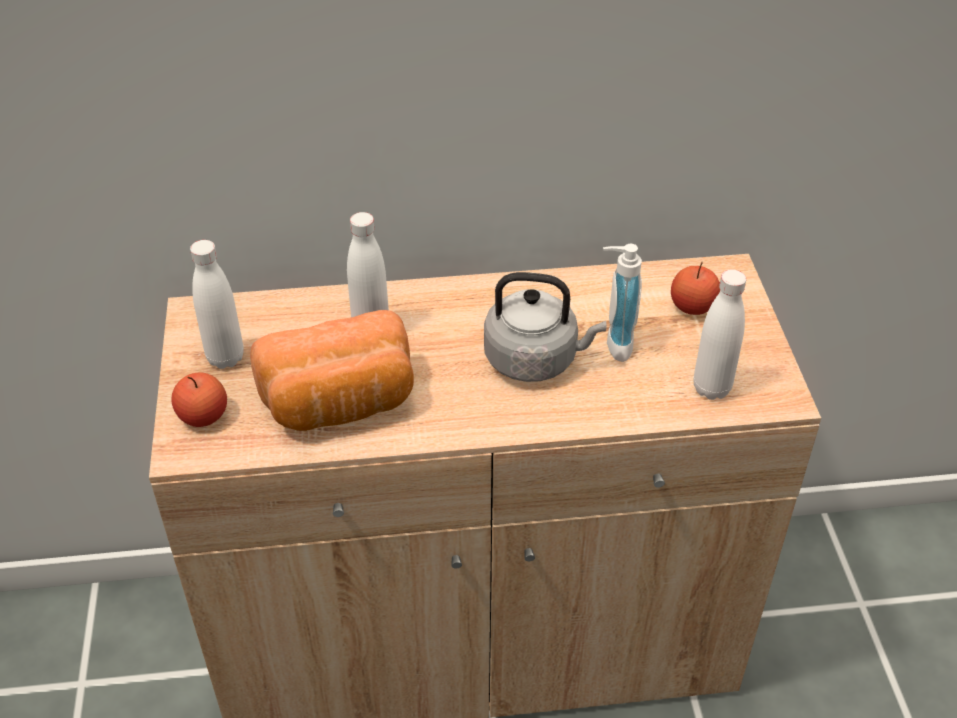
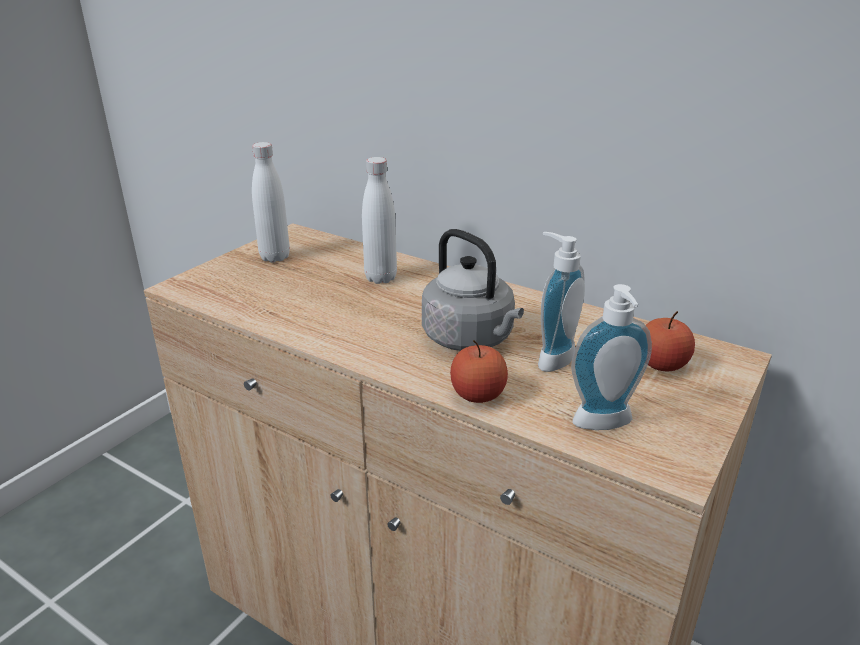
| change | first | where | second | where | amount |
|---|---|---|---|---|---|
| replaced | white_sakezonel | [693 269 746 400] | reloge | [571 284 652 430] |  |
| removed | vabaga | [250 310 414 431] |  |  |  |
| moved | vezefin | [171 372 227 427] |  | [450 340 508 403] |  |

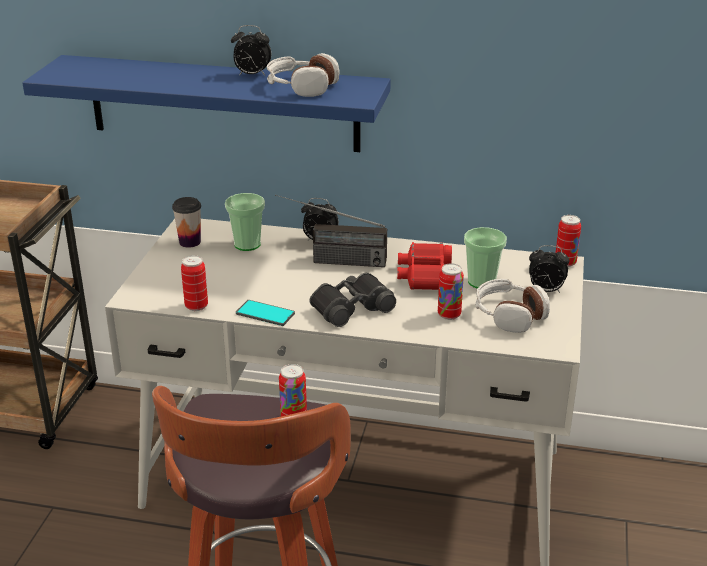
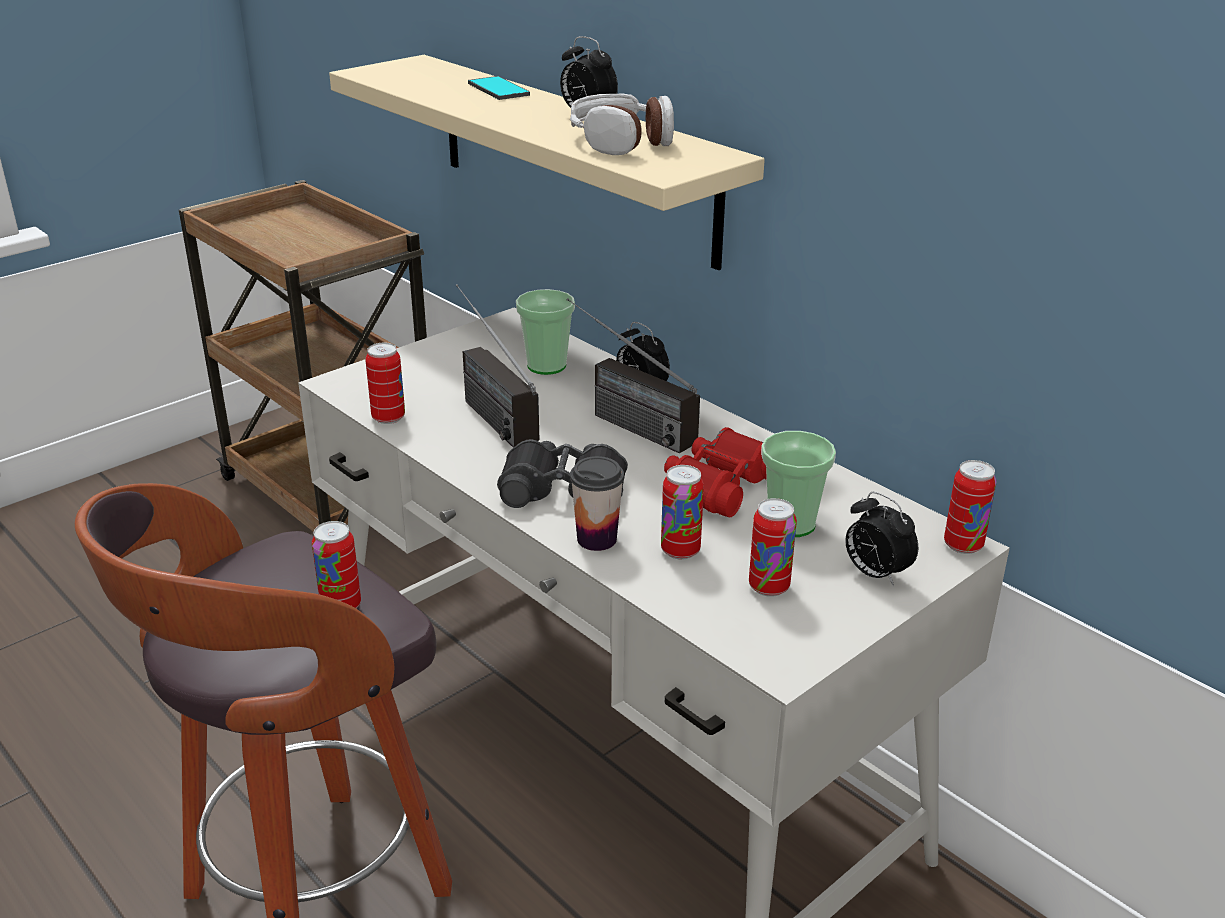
| change | first | where | second | where | amount |
|---|---|---|---|---|---|
| recoloured | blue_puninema | [22 55 391 152] | beige_puninema | [329 55 765 270] |  |
| moved | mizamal | [172 197 201 248] |  | [570 456 624 551] |  |
| replaced | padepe | [475 279 550 333] | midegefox | [749 498 797 597] |  |
| moved | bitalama | [236 300 295 326] |  | [468 76 530 100] |  |
| added |  |  | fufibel | [456 284 540 448] |  |

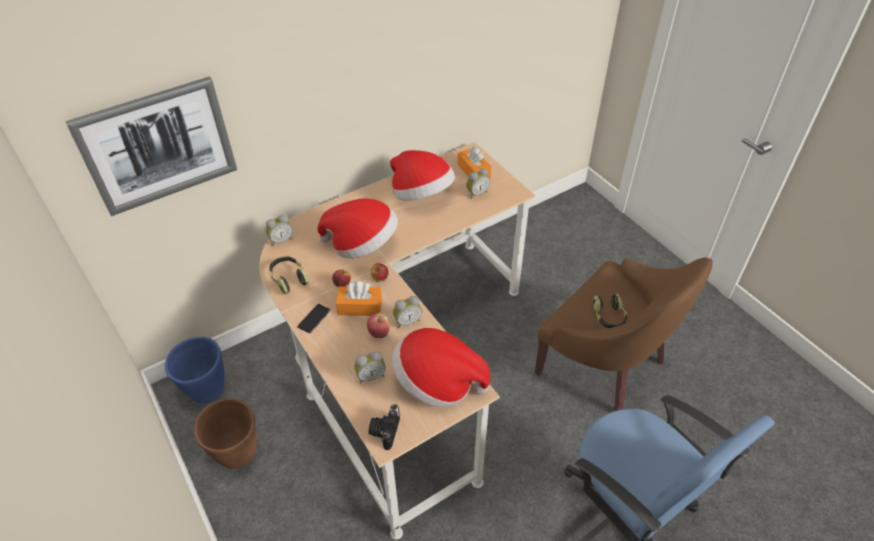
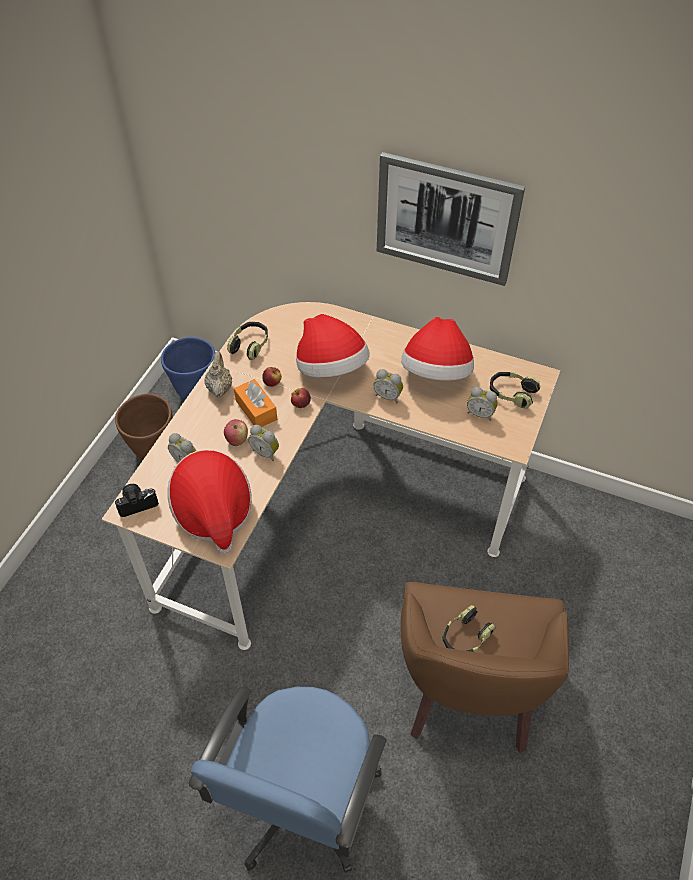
| change | first | where | second | where | amount |
|---|---|---|---|---|---|
| moved | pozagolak | [65 76 237 216] |  | [377 152 525 286] |  |
| replaced | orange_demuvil | [458 146 491 179] | padepe | [490 372 541 408] |  |
| moved | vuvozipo | [266 215 293 246] |  | [373 369 403 403] |  |
| replaced | bitalama | [298 304 330 333] | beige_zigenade | [204 352 232 398] |  |

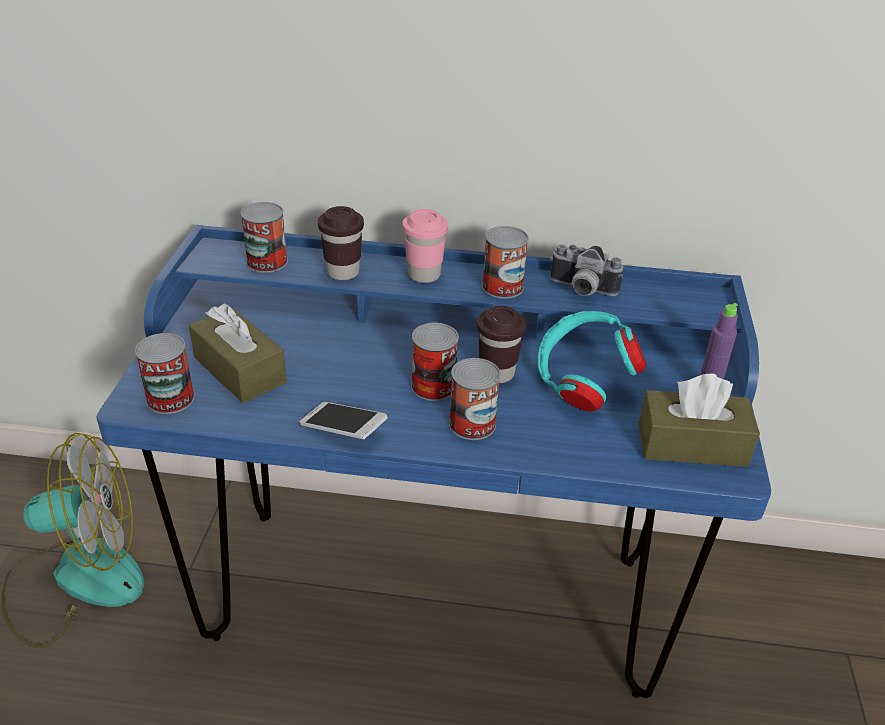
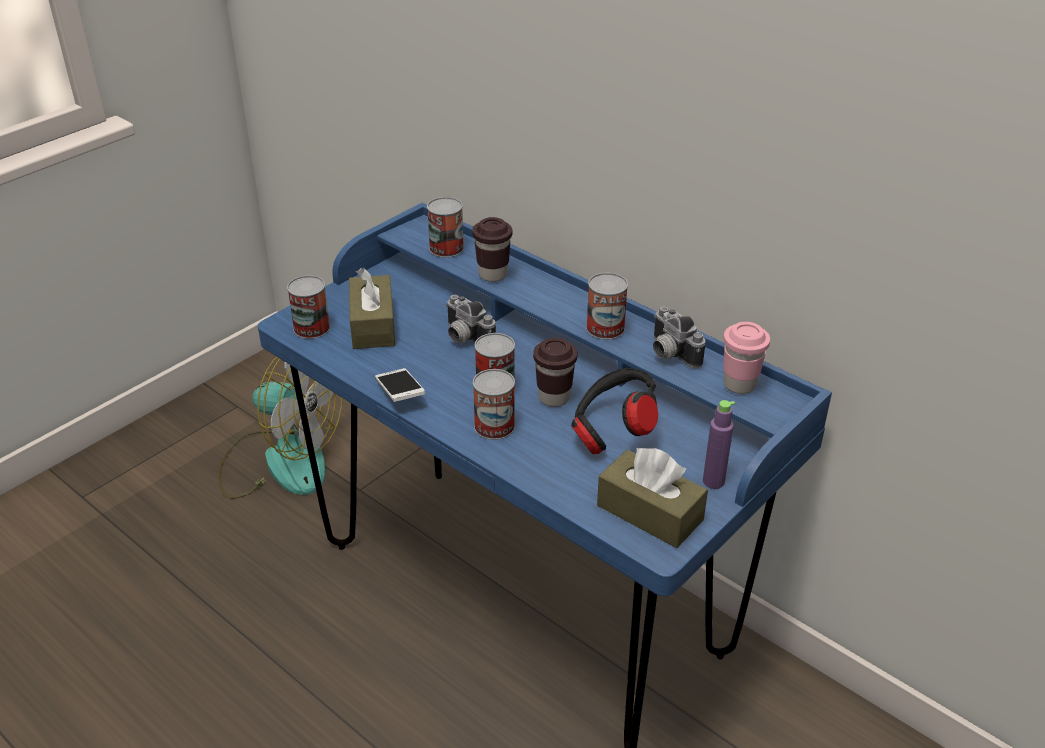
| change | first | where | second | where | amount |
|---|---|---|---|---|---|
| moved | pink_mizamal | [402 209 448 283] |  | [723 322 770 394] |  |
| recoloured | turquoise_padepe | [537 311 646 412] | black_padepe | [571 368 658 454] |  |
| added |  |  | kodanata | [446 295 496 343] |  |

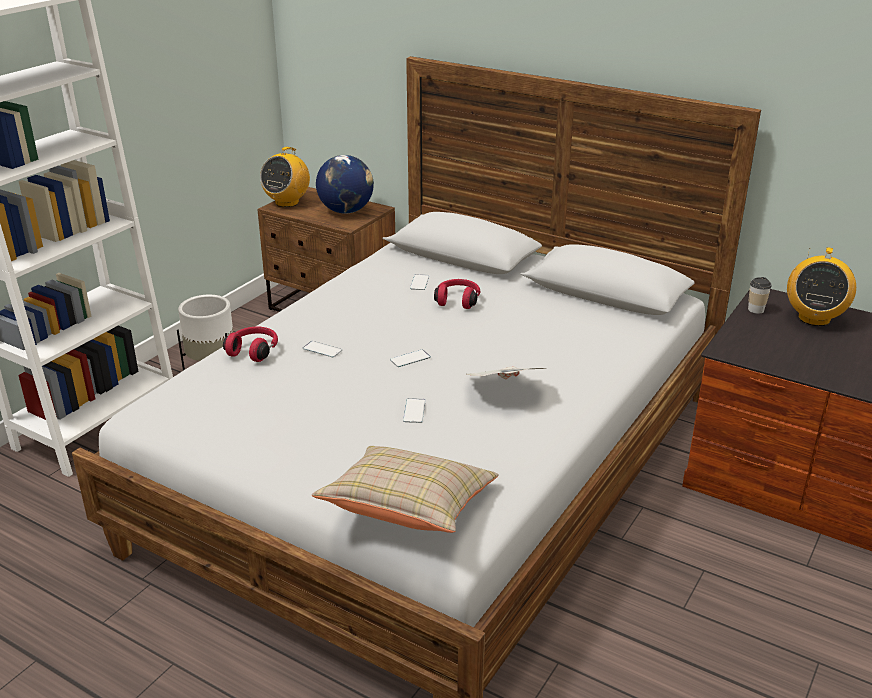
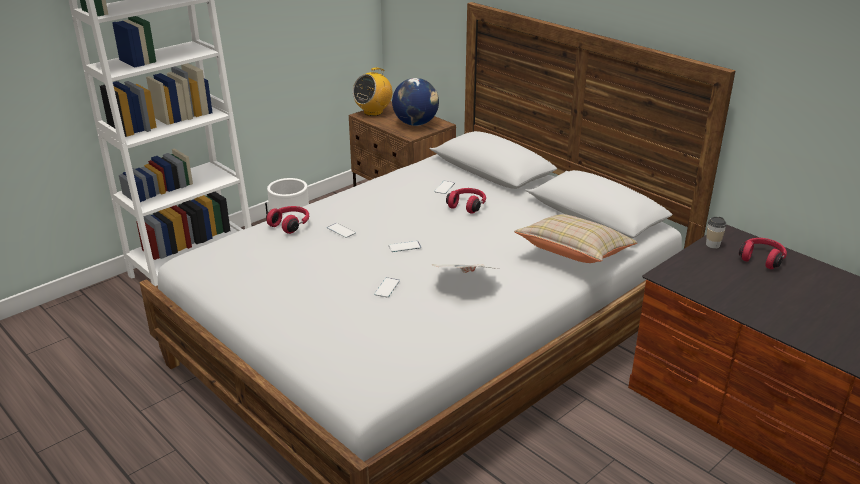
| change | first | where | second | where | amount |
|---|---|---|---|---|---|
| replaced | fufibel | [787 247 856 326] | red_padepe | [739 238 787 269] |  |
| moved | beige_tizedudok | [312 446 499 533] |  | [514 214 638 263] |  |

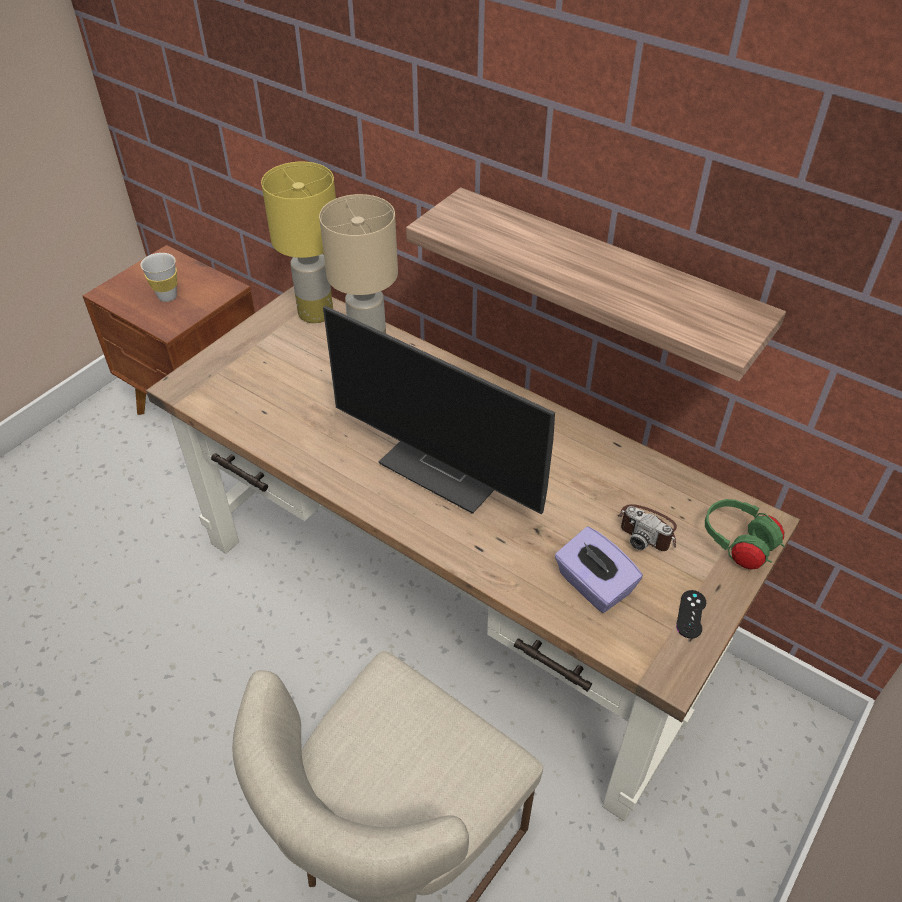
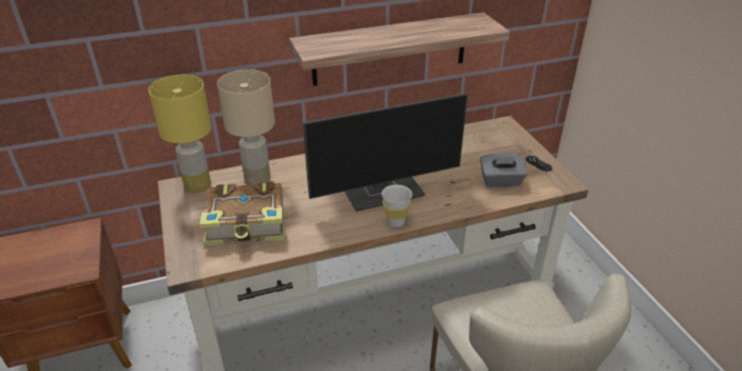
| change | first | where | second | where | amount |
|---|---|---|---|---|---|
| moved | white_mizamal | [140 253 177 302] |  | [382 185 412 227] |  |
| removed | green_padepe | [705 499 785 570] |  |  |  |
| removed | kodanata | [618 504 677 551] |  |  |  |
| recoloured | purple_demuvil | [555 527 643 613] | grey_demuvil | [480 153 527 187] |  |
| added |  |  | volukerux | [200 181 285 246] |  |

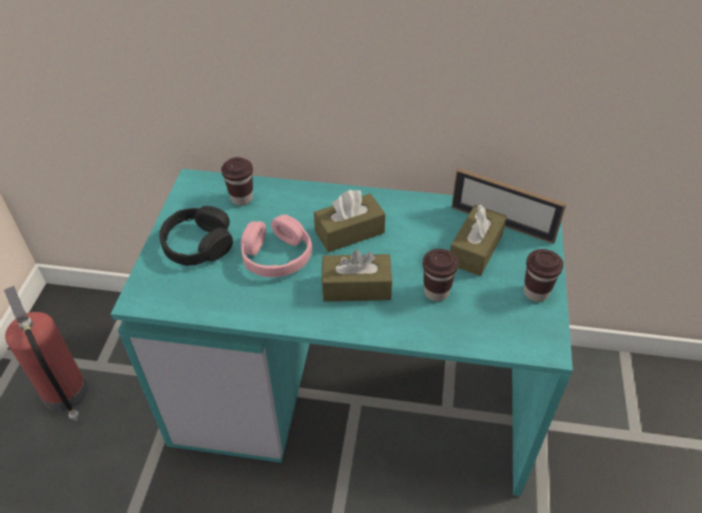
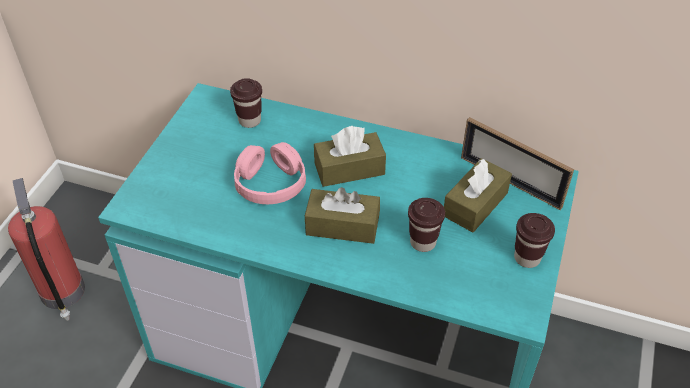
| change | first | where | second | where | amount |
|---|---|---|---|---|---|
| removed | black_padepe | [159 206 233 266] |  |  |  |

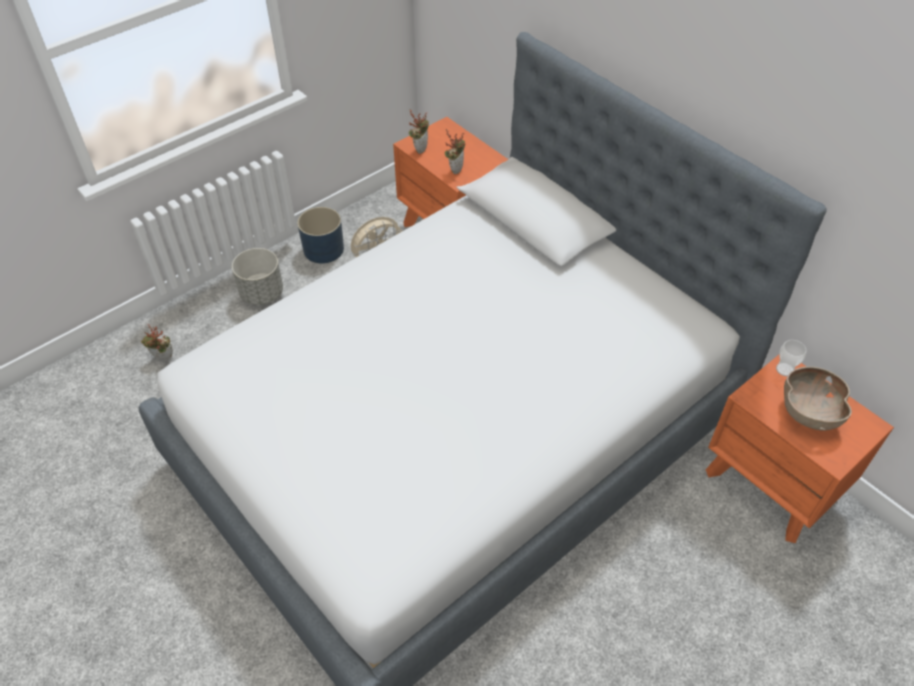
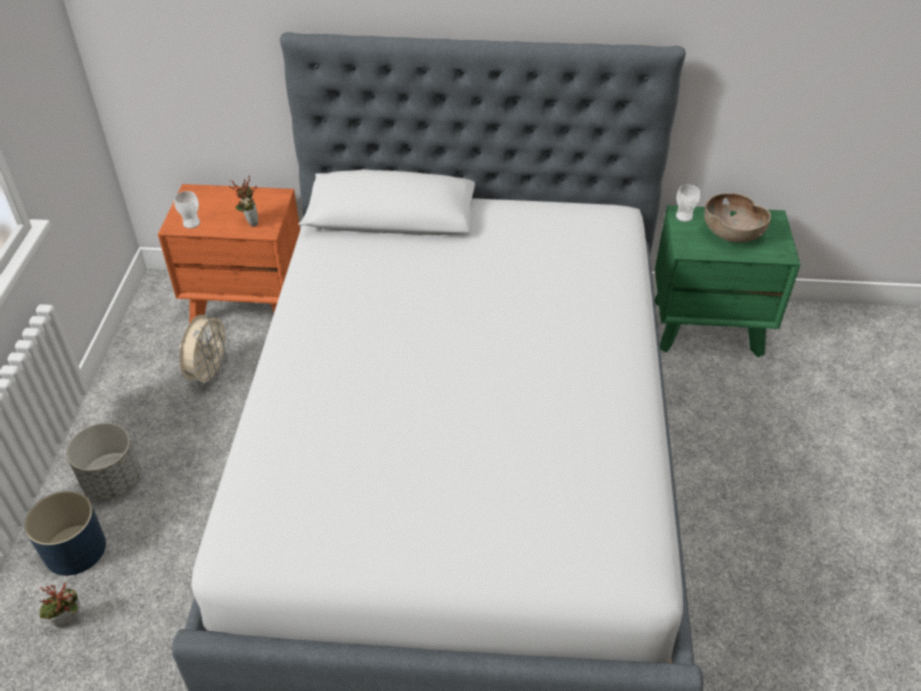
| change | first | where | second | where | amount |
|---|---|---|---|---|---|
| replaced | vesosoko | [409 110 429 154] | mizamal | [174 191 200 229] |  |
| moved | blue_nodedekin | [297 207 344 263] |  | [24 491 106 576] |  |
| recoloured | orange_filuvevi | [706 355 894 543] | green_filuvevi | [655 205 801 357] |  |

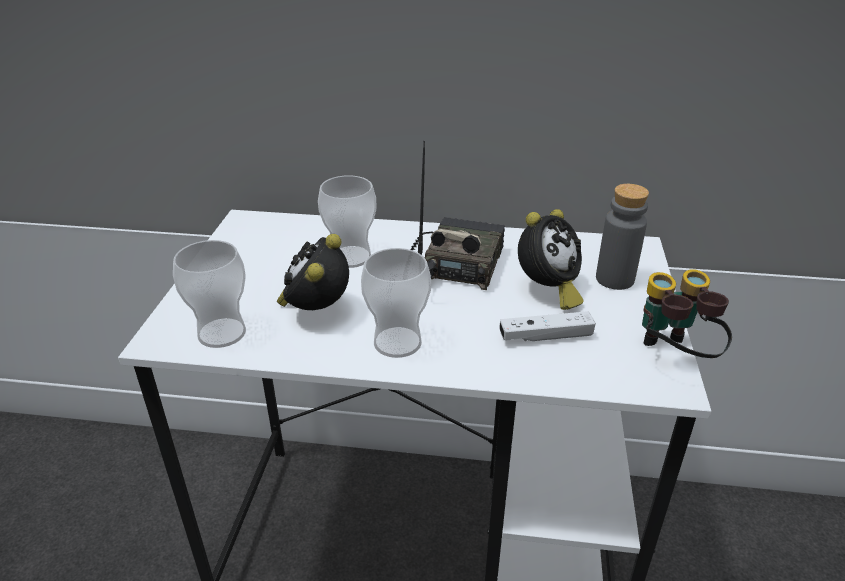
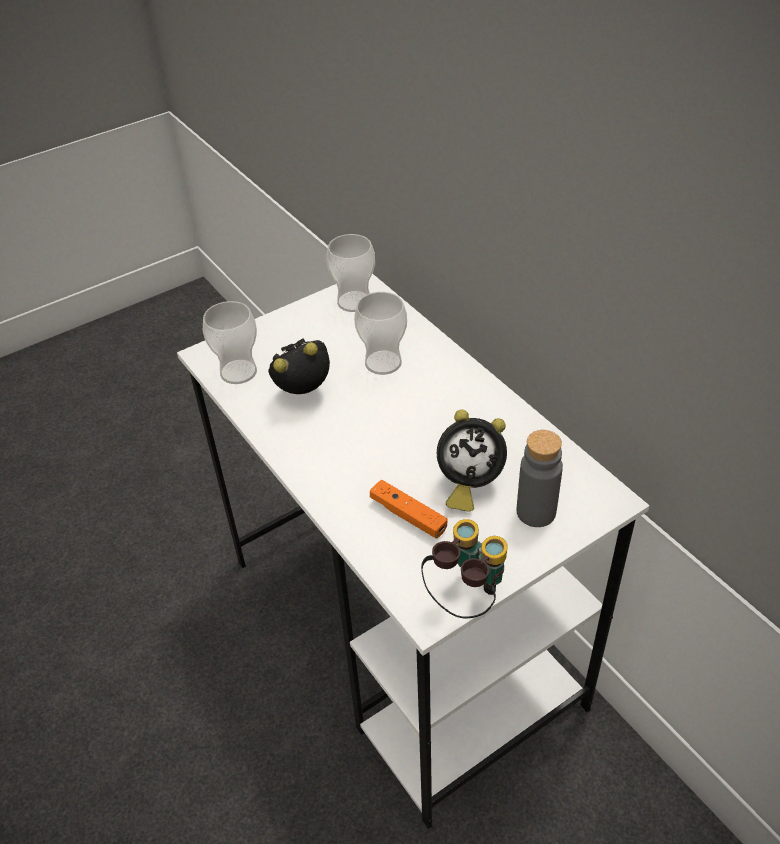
| change | first | where | second | where | amount |
|---|---|---|---|---|---|
| removed | fufibel | [410 141 505 290] |  |  |  |
| moved | mizamal | [361 248 431 358] |  | [326 234 375 312] |  |
| recoloured | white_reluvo | [499 311 596 341] | orange_reluvo | [370 480 447 539] |  |

